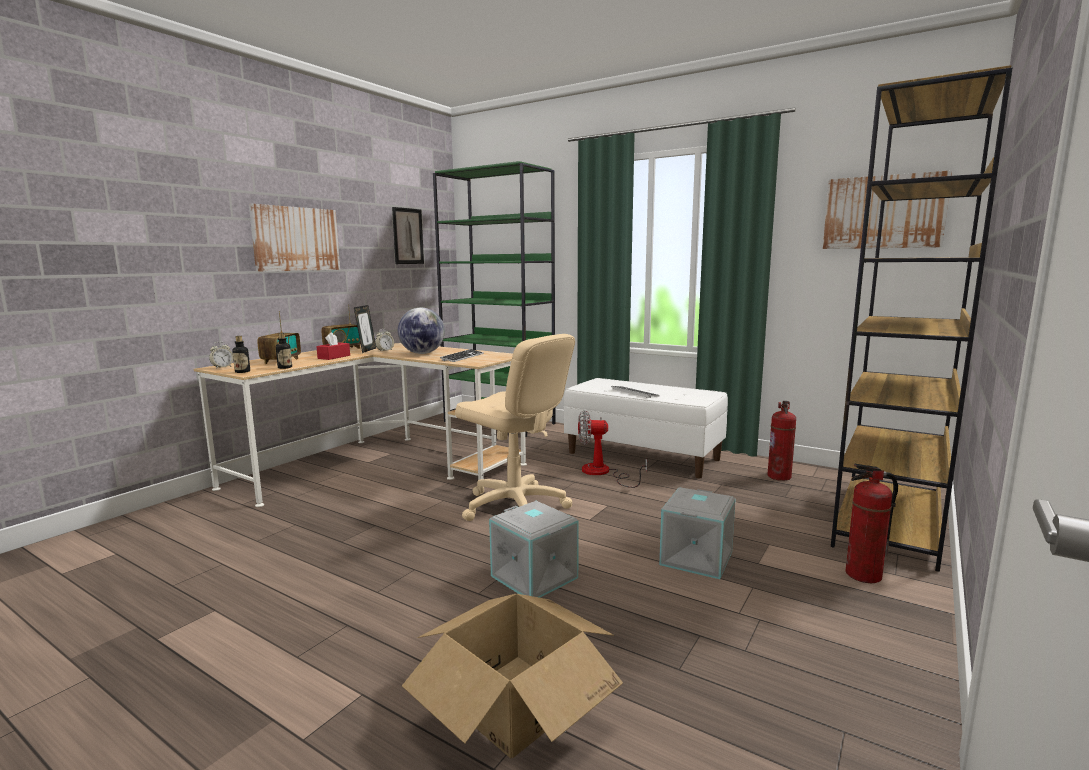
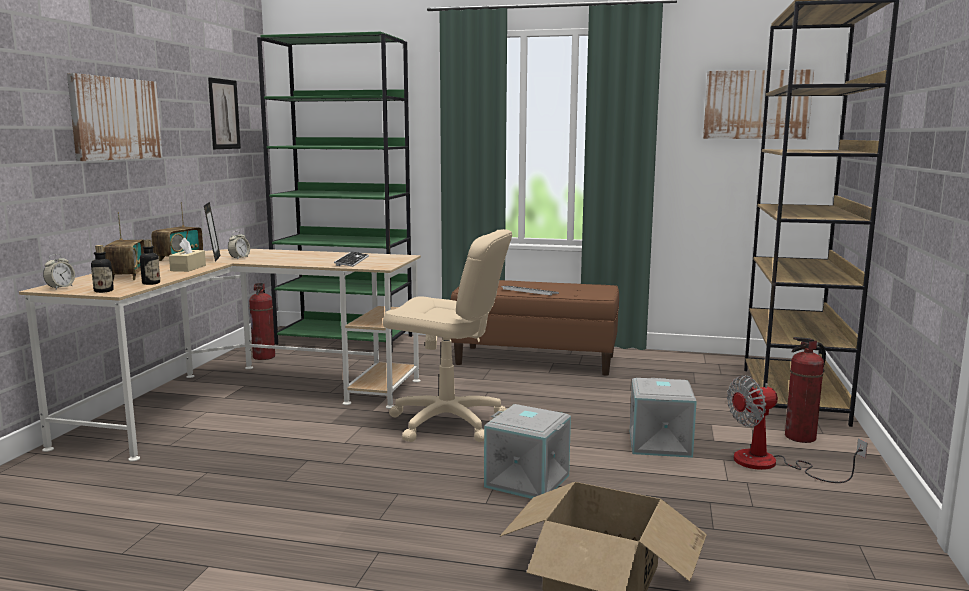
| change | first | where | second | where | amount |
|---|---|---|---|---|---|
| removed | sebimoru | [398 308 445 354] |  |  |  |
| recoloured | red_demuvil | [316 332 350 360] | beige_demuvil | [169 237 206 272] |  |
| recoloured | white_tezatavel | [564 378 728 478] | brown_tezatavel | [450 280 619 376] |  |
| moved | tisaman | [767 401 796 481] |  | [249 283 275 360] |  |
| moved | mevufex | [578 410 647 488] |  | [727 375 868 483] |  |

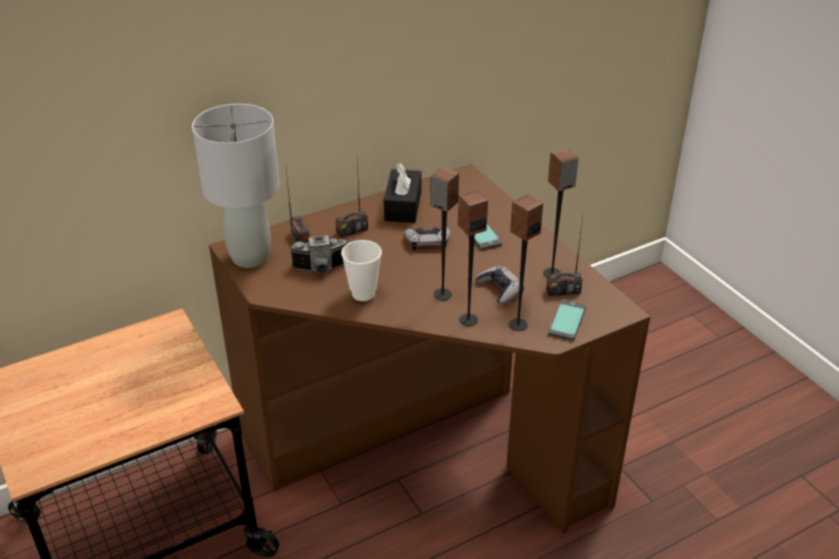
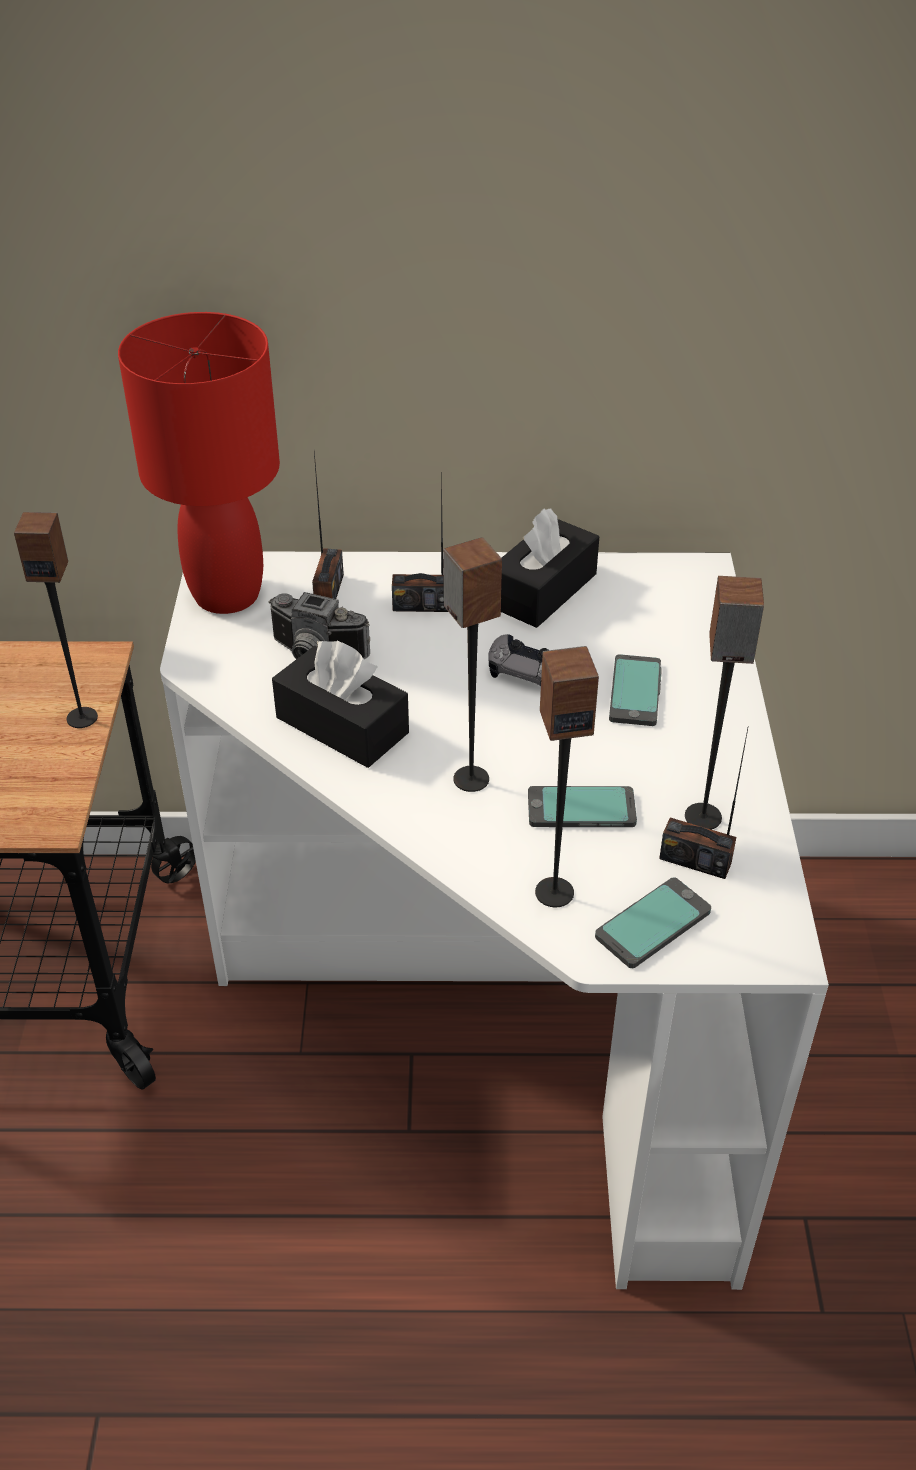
| change | first | where | second | where | amount |
|---|---|---|---|---|---|
| recoloured | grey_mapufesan | [192 104 280 268] | red_mapufesan | [118 312 280 614] |  |
| recoloured | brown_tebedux | [209 164 650 534] | white_tebedux | [160 552 829 1290] |  |
| moved | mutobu | [458 190 488 326] |  | [14 512 98 728] |  |
| replaced | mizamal | [341 240 382 301] | black_demuvil | [272 641 409 768] |  |
| replaced | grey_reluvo | [476 266 524 305] | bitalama | [528 786 637 827] |  |

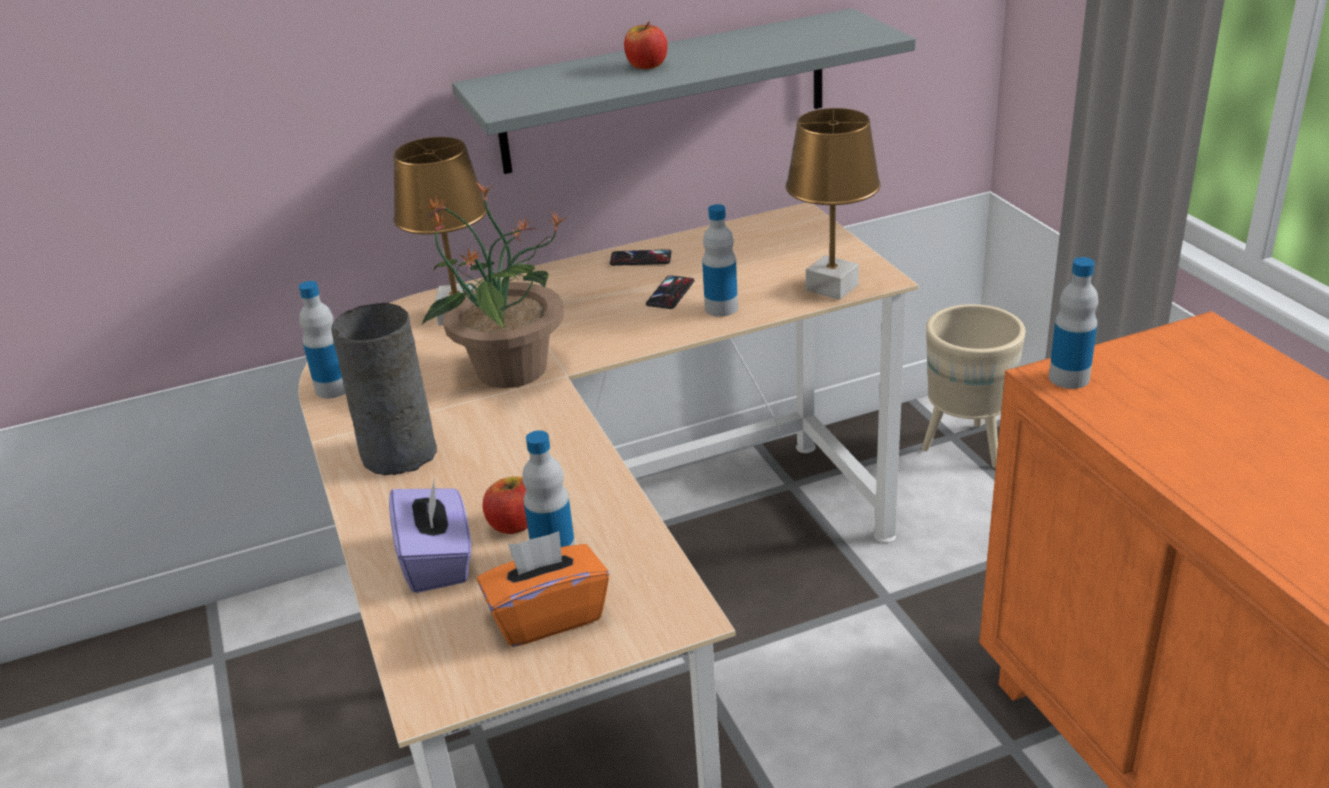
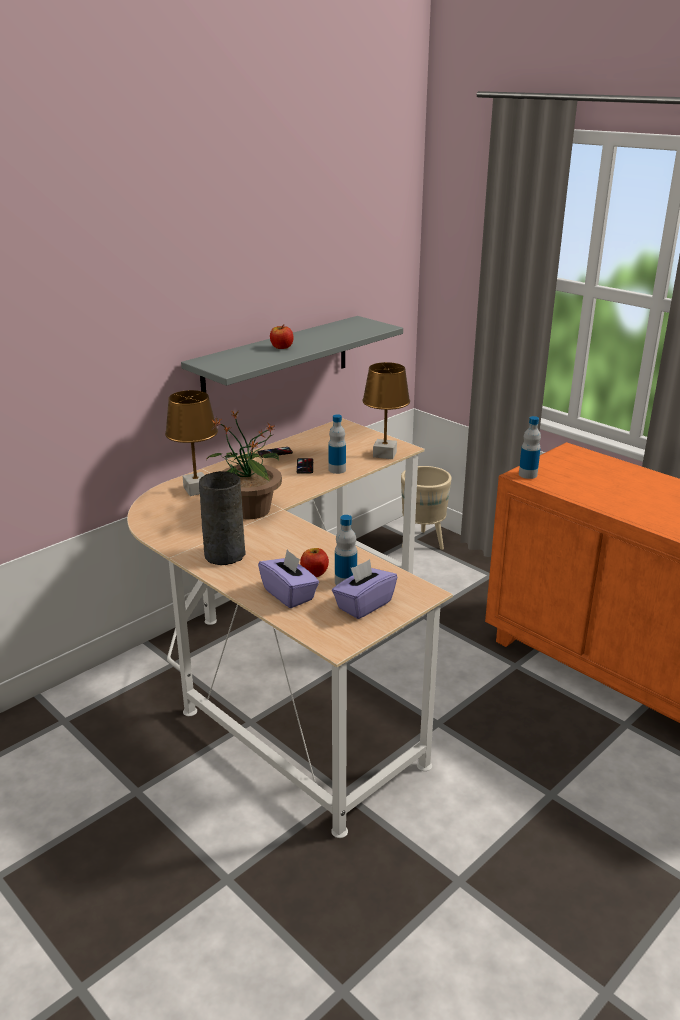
| change | first | where | second | where | amount |
|---|---|---|---|---|---|
| removed | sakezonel | [299 281 346 399] |  |  |  |
| recoloured | orange_demuvil | [477 531 609 647] | purple_demuvil | [332 559 397 619] |  |

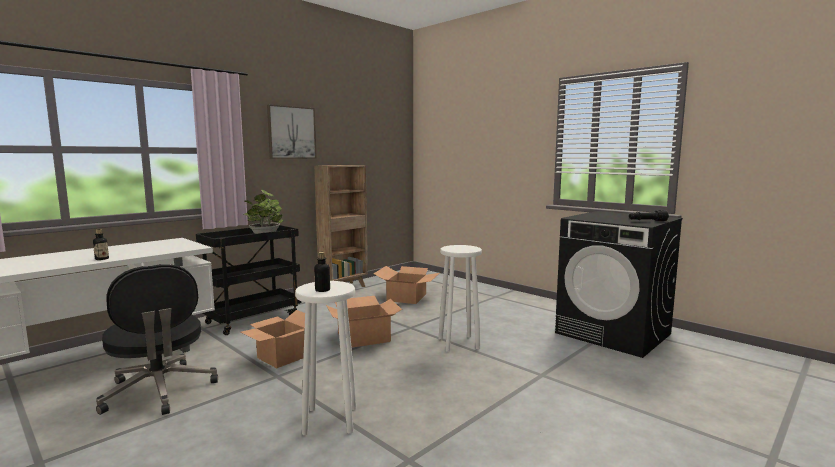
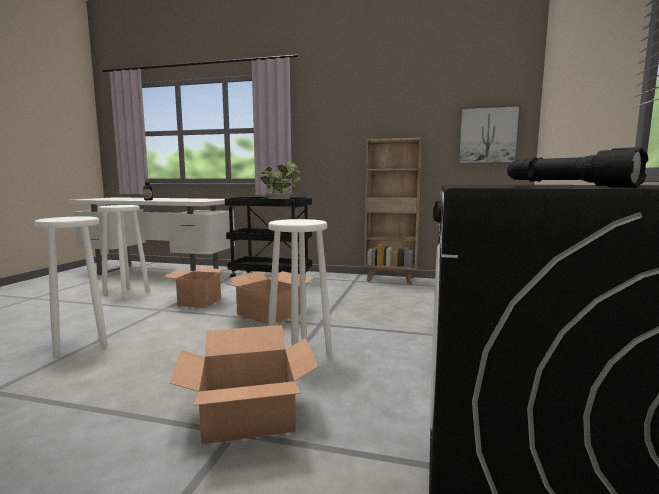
| change | first | where | second | where | amount |
|---|---|---|---|---|---|
| moved | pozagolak | [267 104 317 159] |  | [458 105 521 164] |  |
| removed | sakezonel | [314 252 330 292] |  |  |  |
| replaced | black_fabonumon | [96 264 218 415] | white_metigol | [99 205 149 298] |  |
| moved | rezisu | [373 266 439 304] |  | [170 325 318 444] |  |

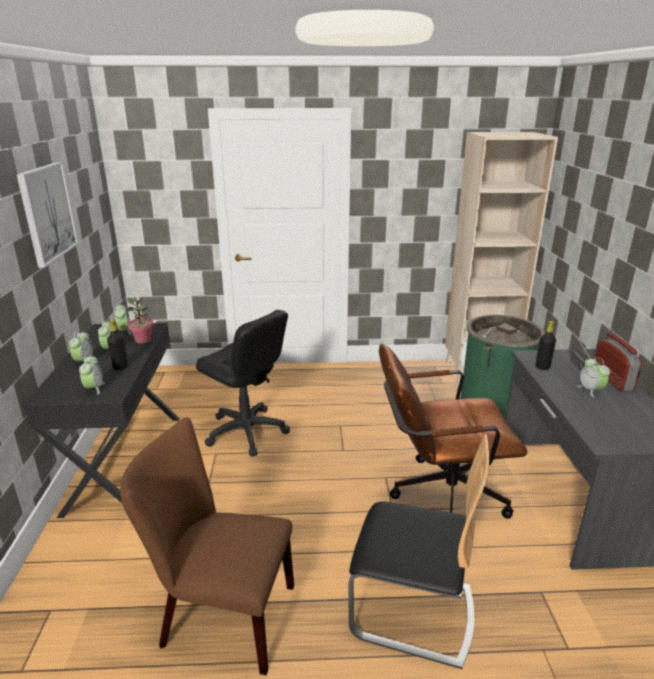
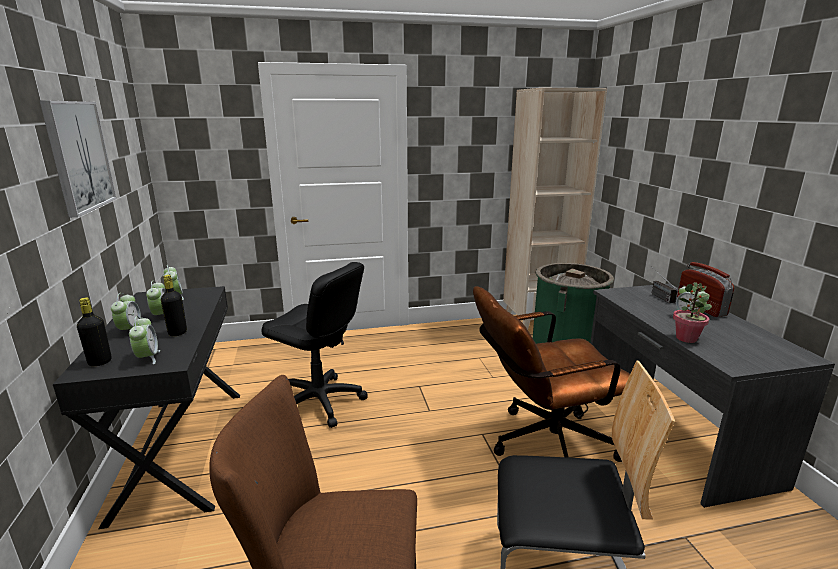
| change | first | where | second | where | amount |
|---|---|---|---|---|---|
| moved | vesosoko | [125 297 154 344] |  | [673 282 712 343] |  |
| moved | black_sakezonel | [536 321 556 370] |  | [77 298 112 366] |  |

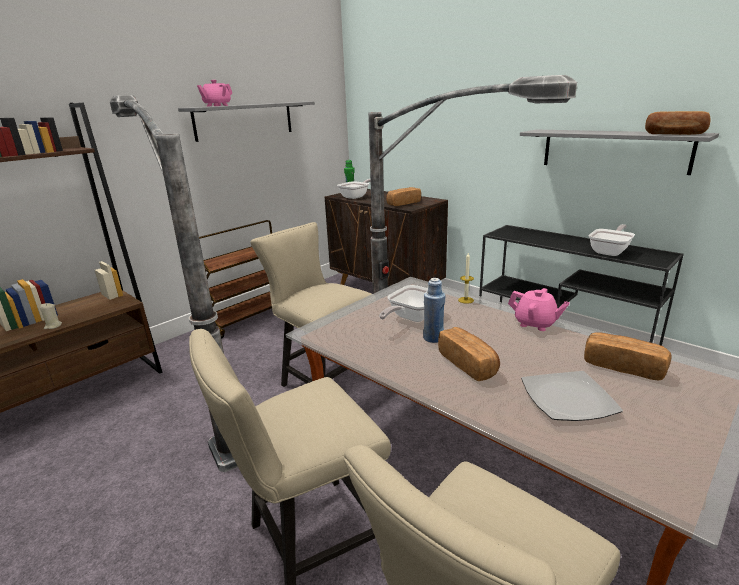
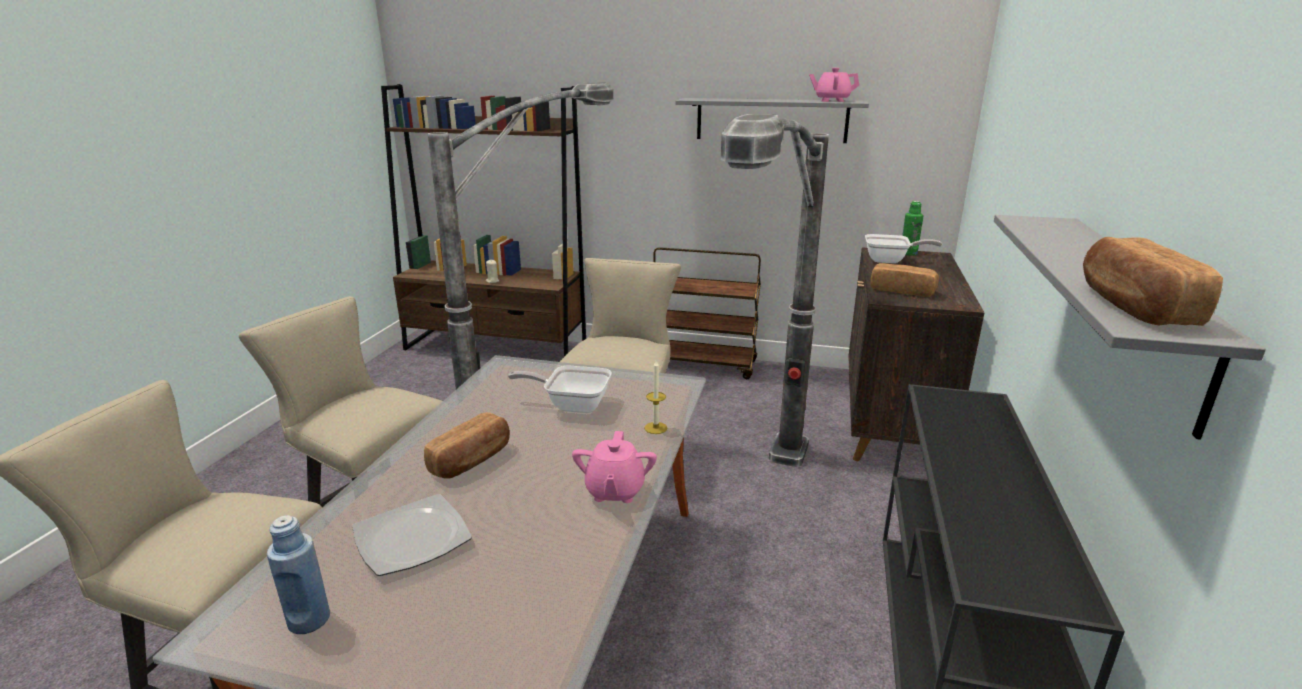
| change | first | where | second | where | amount |
|---|---|---|---|---|---|
| moved | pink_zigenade | [197 80 232 107] |  | [809 68 859 102] |  |
| removed | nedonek | [588 224 635 256] |  |  |  |
| moved | blue_sakezonel | [423 278 445 343] |  | [267 515 330 634] |  |
| removed | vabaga | [584 332 671 381] |  |  |  |

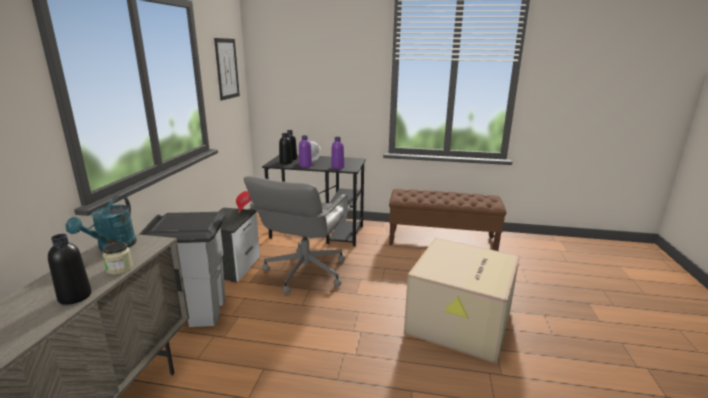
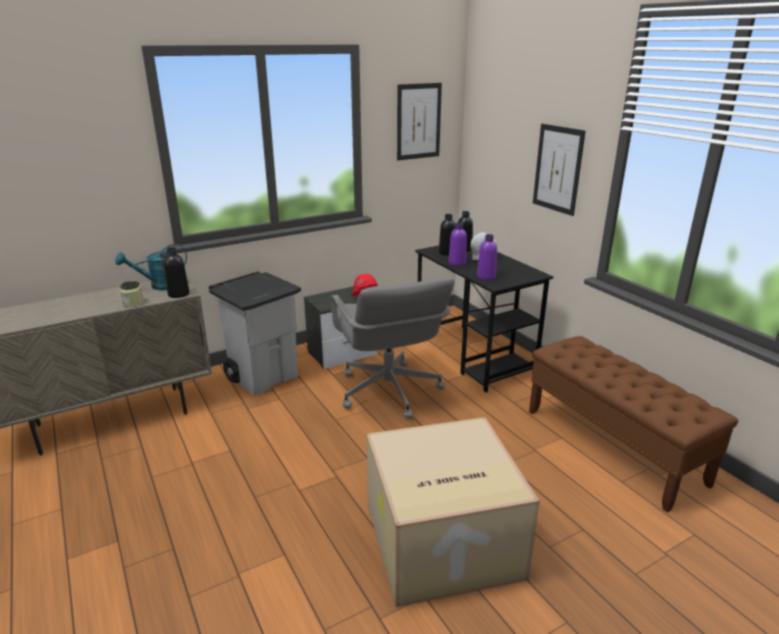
| change | first | where | second | where | amount |
|---|---|---|---|---|---|
| turned | grey_fabonumon | [244 176 351 294] |  | [331 277 455 419] | 90 degrees counterclockwise |
| moved | black_sakezonel | [48 234 92 305] |  | [164 247 189 298] |  |
| added |  |  | pozagolak | [533 124 586 216] |  |

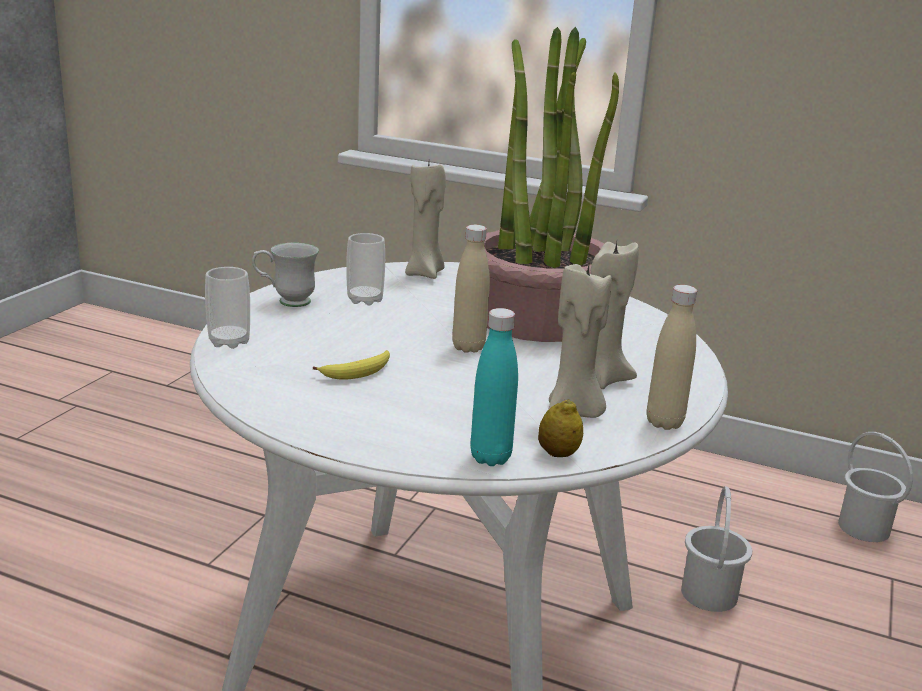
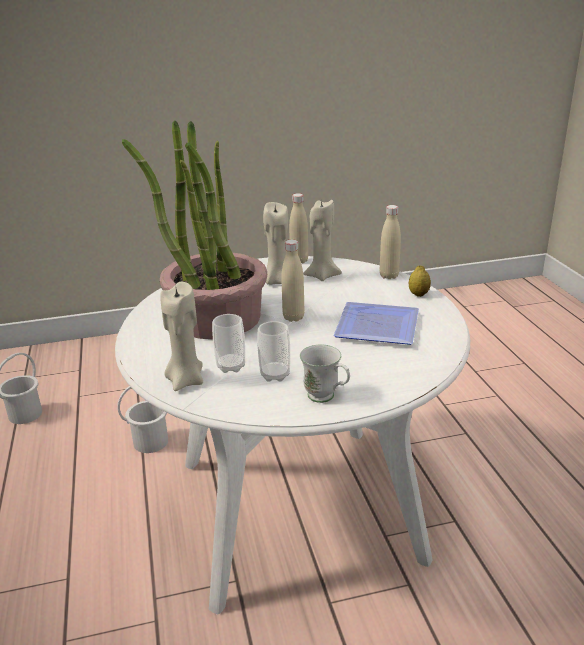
| change | first | where | second | where | amount |
|---|---|---|---|---|---|
| moved | mizamal | [205 267 250 349] |  | [212 314 245 373] |  |
| recoloured | turquoise_sakezonel | [471 308 518 466] | beige_sakezonel | [380 205 401 279] |  |
| replaced | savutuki | [313 350 390 379] | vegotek | [334 302 419 345] |  |
| moved | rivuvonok | [538 399 583 457] |  | [409 265 431 297] |  |

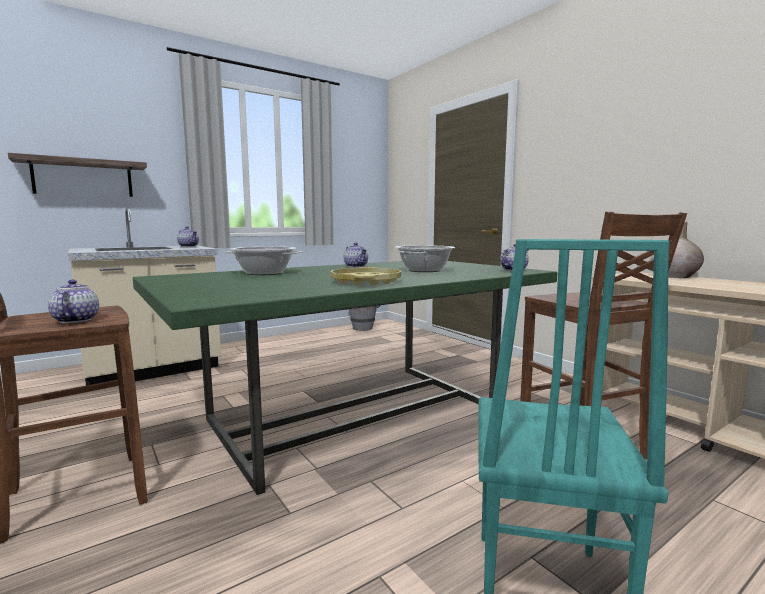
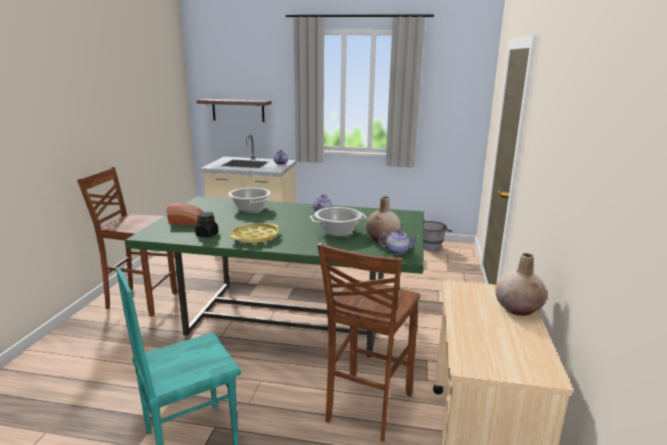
| change | first | where | second | where | amount |
|---|---|---|---|---|---|
| removed | zigenade | [48 280 99 323] |  |  |  |
| added |  |  | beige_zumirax | [366 196 401 243] |  |
| added |  |  | vabaga | [166 203 204 225] |  |
| added |  |  | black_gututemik | [195 212 219 237] |  |

